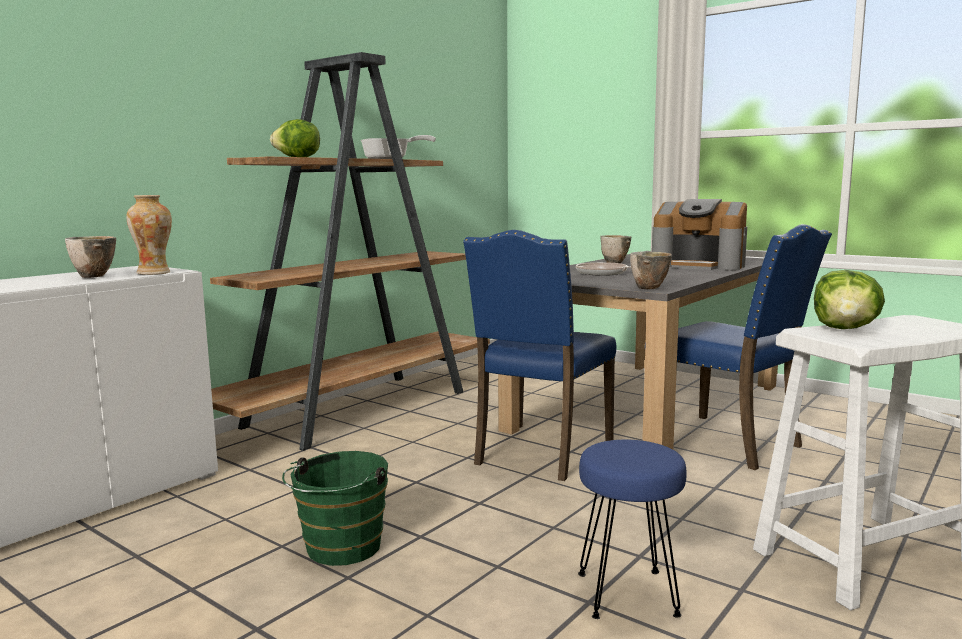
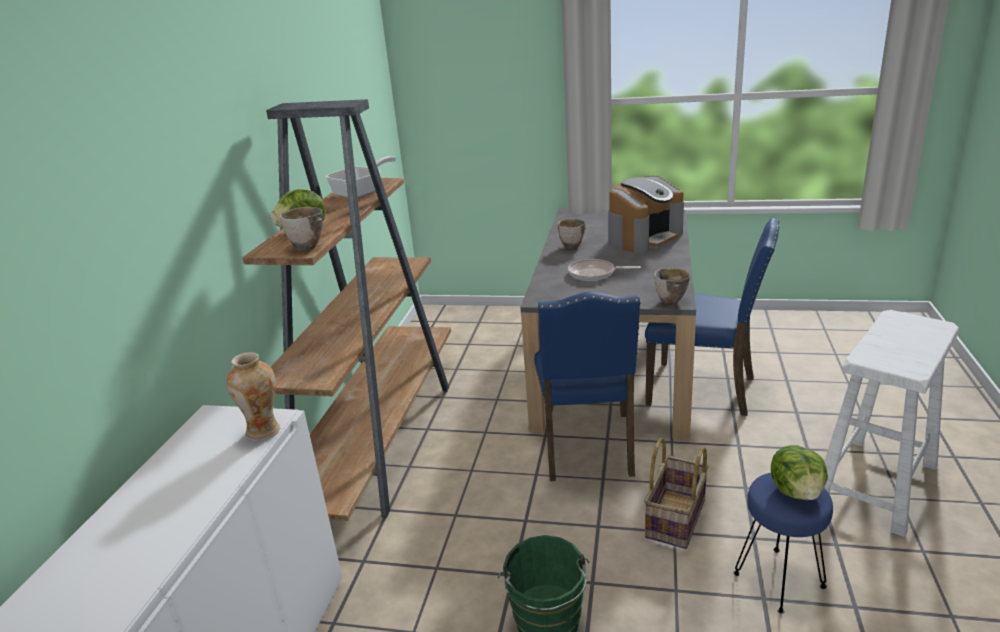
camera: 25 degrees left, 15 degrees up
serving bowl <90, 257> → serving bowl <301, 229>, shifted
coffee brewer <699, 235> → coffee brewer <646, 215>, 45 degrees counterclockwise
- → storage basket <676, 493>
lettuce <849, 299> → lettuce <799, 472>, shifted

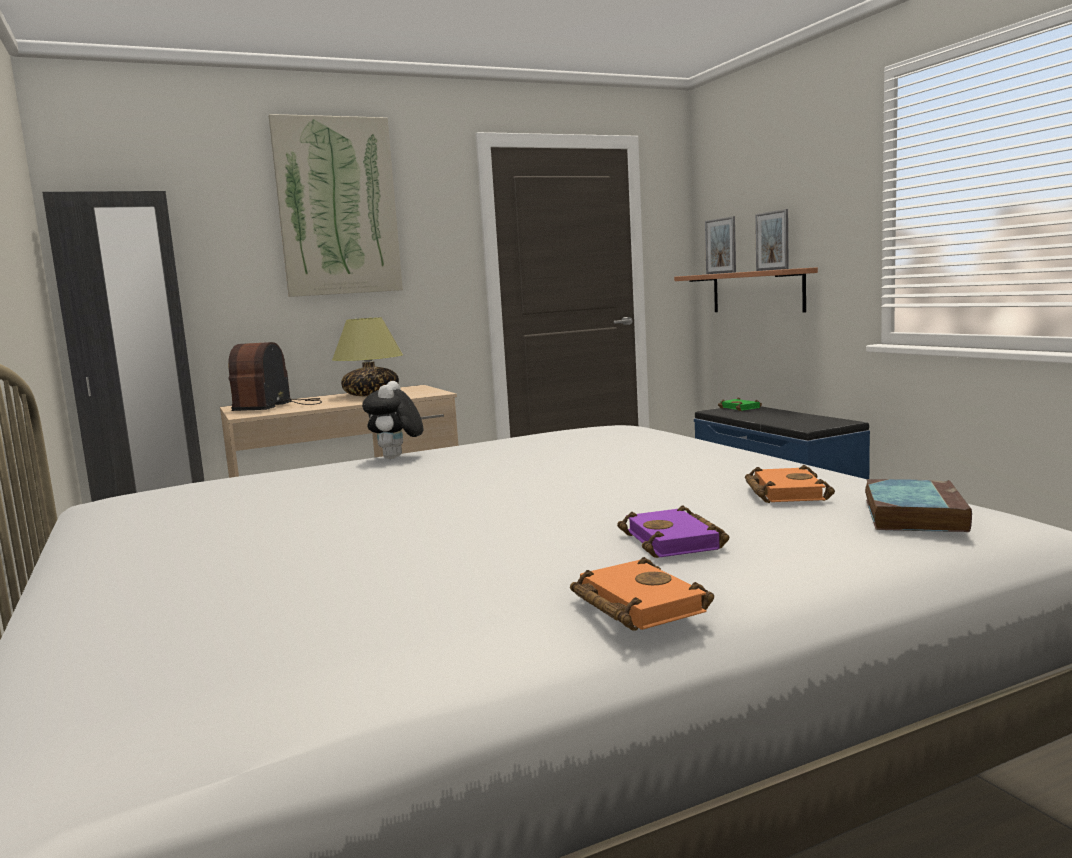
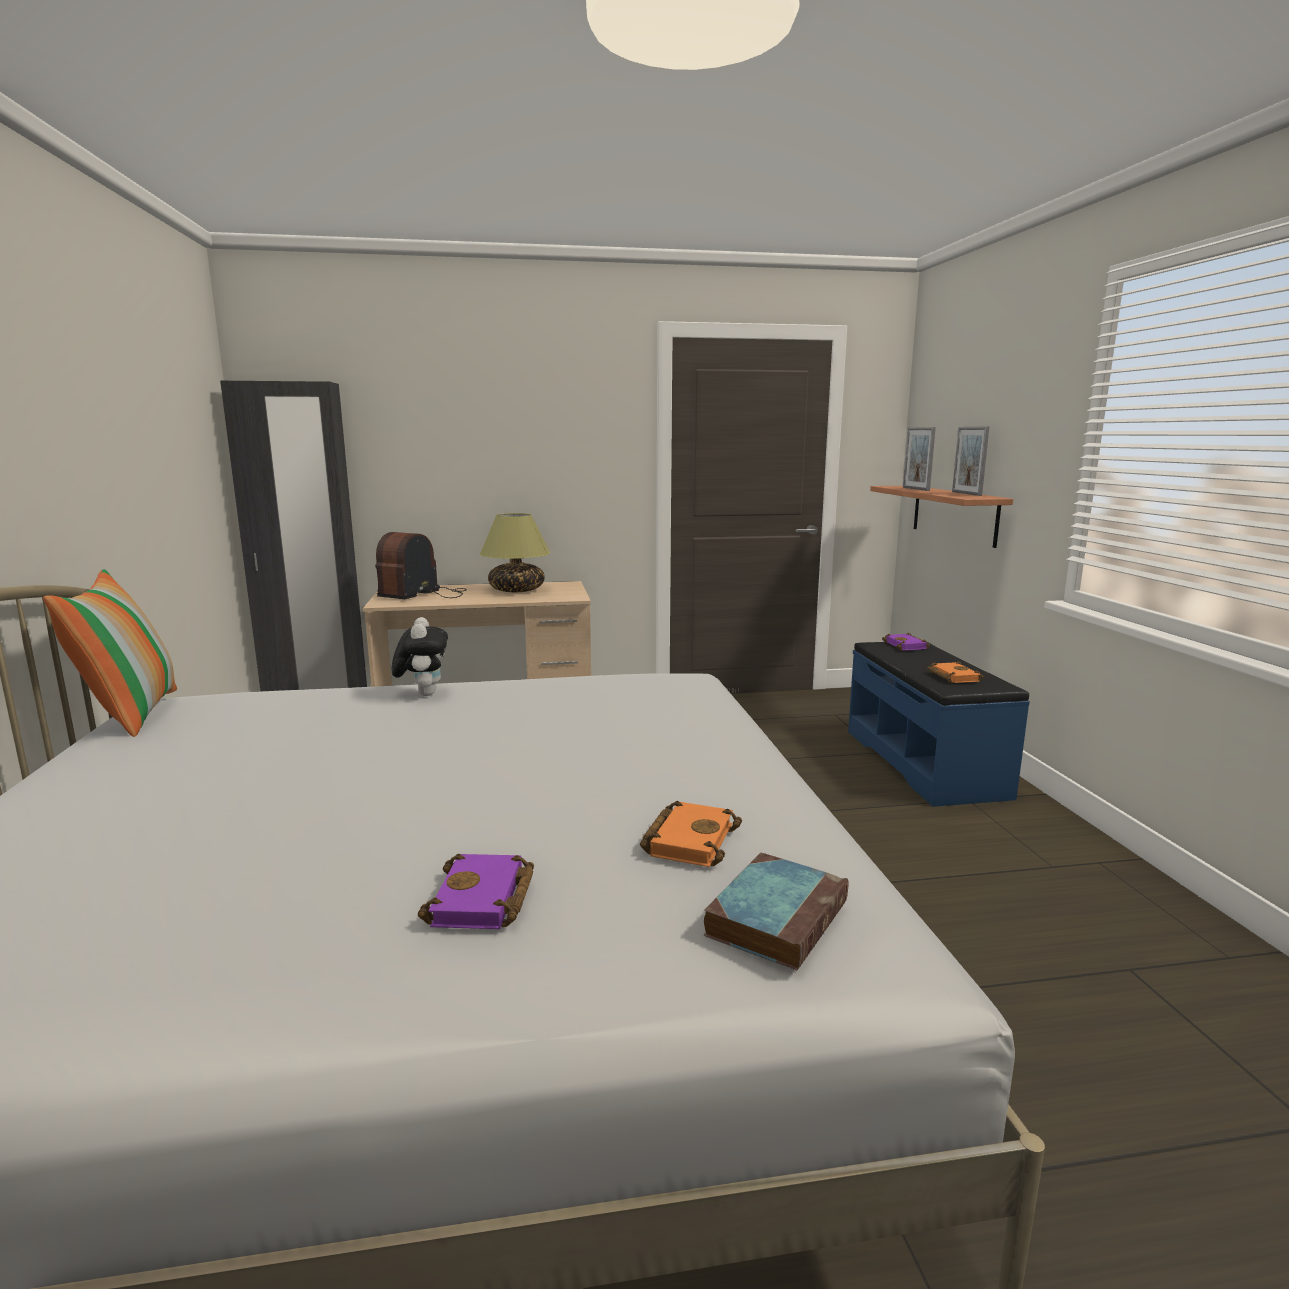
camera: 15 degrees right, 5 degrees up
- → pillow <110, 653>
plush toy <392, 420> → plush toy <420, 656>, 150 degrees clockwise
volume in green-coloured <740, 404> → volume in purplish <906, 642>
volume in orange <642, 593> → volume in orange <955, 672>, shifted
wall art <336, 205> → -

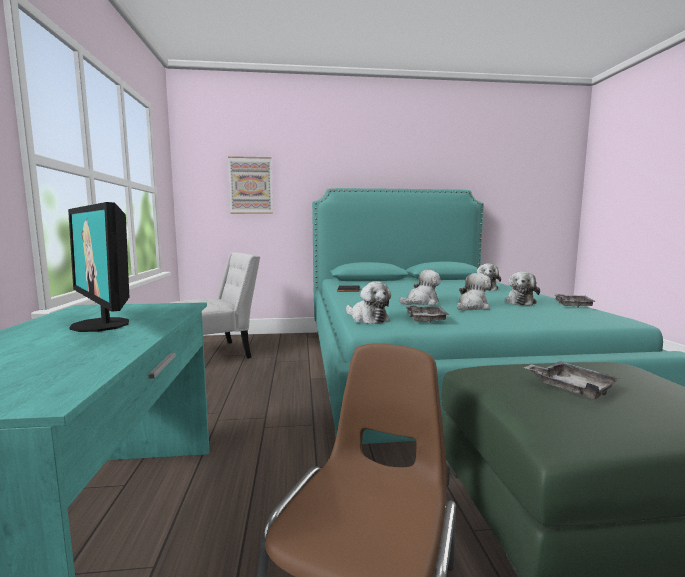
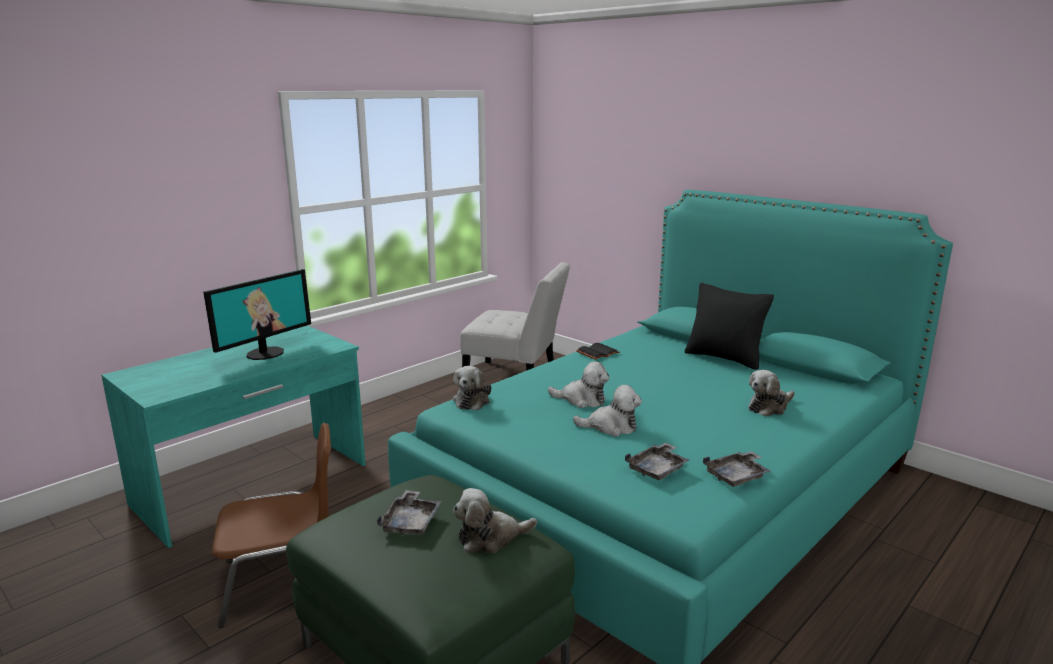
camera: 50 degrees right, 10 degrees up
computer display <98, 267> → computer display <257, 314>, 150 degrees counterclockwise
plush toy <522, 289> → plush toy <495, 520>, shifted
tray in gray <427, 314> → tray in gray <657, 461>, shifted
- → pillow in blackish <729, 326>
wall art <250, 185> → -

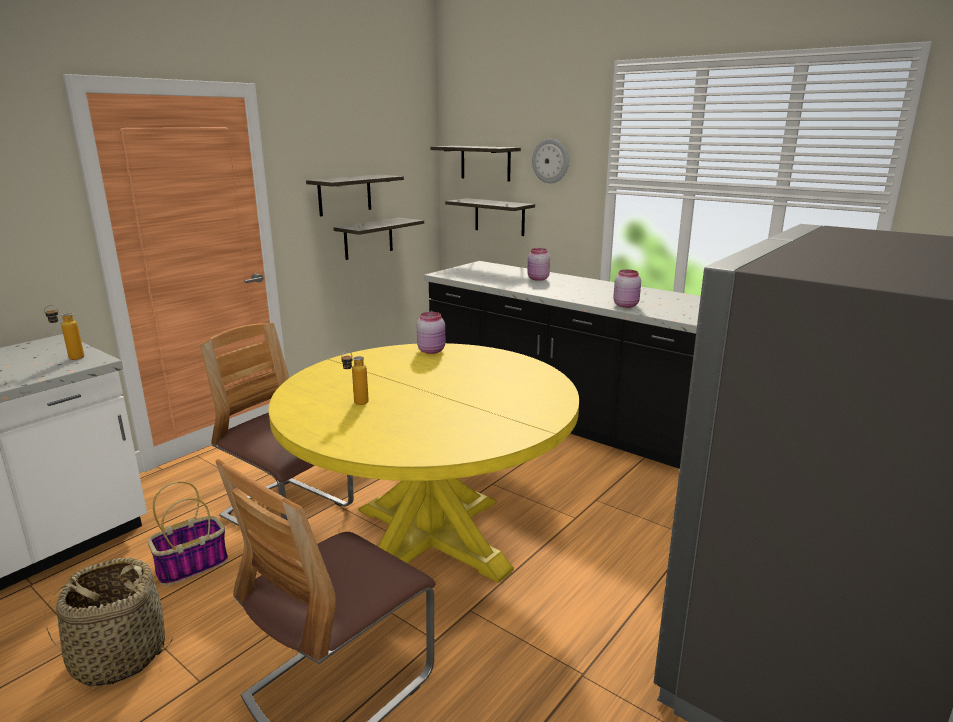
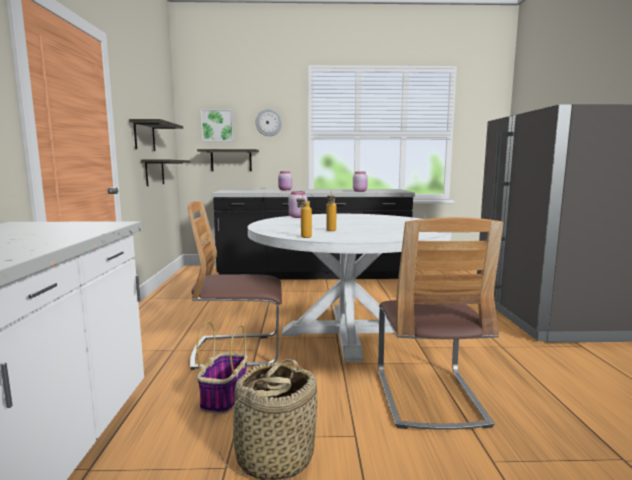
camera: 40 degrees left, 10 degrees down
shelf <475, 163> → wall art <217, 125>
dining table in yellow-coloured <424, 463> → dining table in whitish <349, 288>
drink bottle <64, 332> → drink bottle <304, 216>, shifted

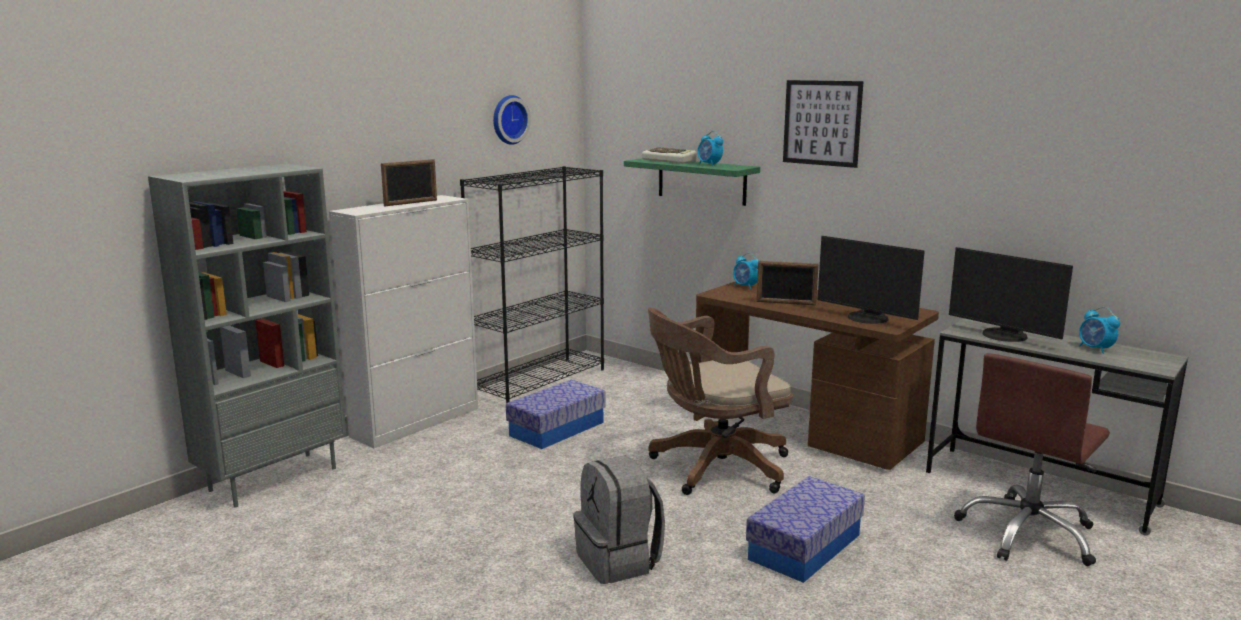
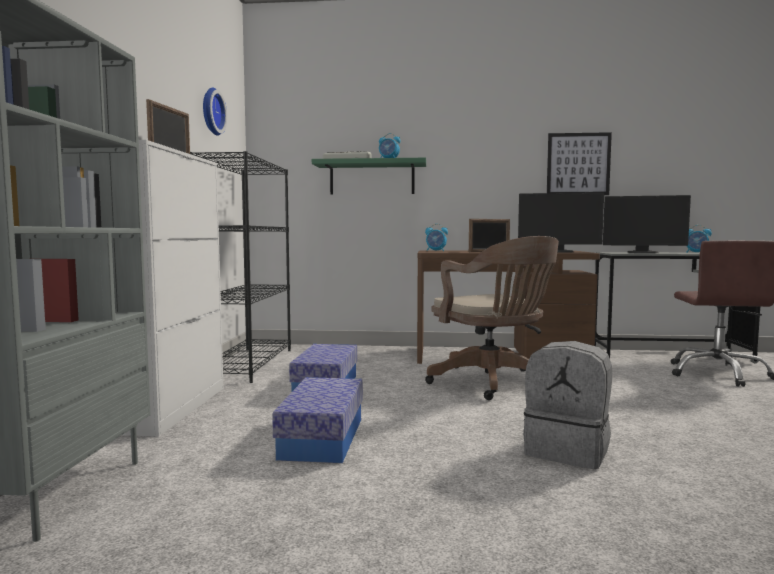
camera: 35 degrees left, 10 degrees down
storage container <805, 529> → storage container <317, 420>, shifted
desk chair in brown-coloured <720, 401> → desk chair in brown-coloured <492, 318>, 60 degrees counterclockwise
wall art <823, 124> → wall art <579, 163>, shifted

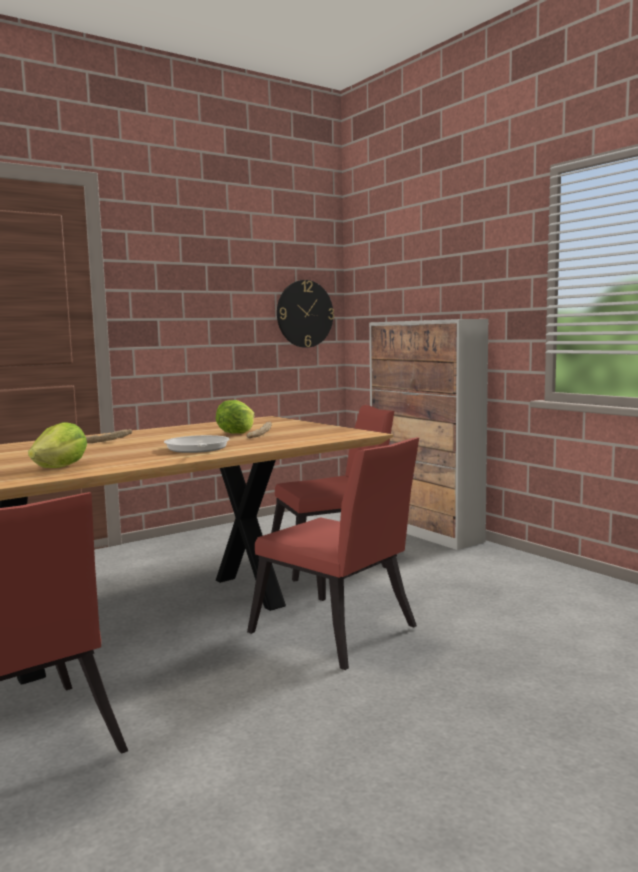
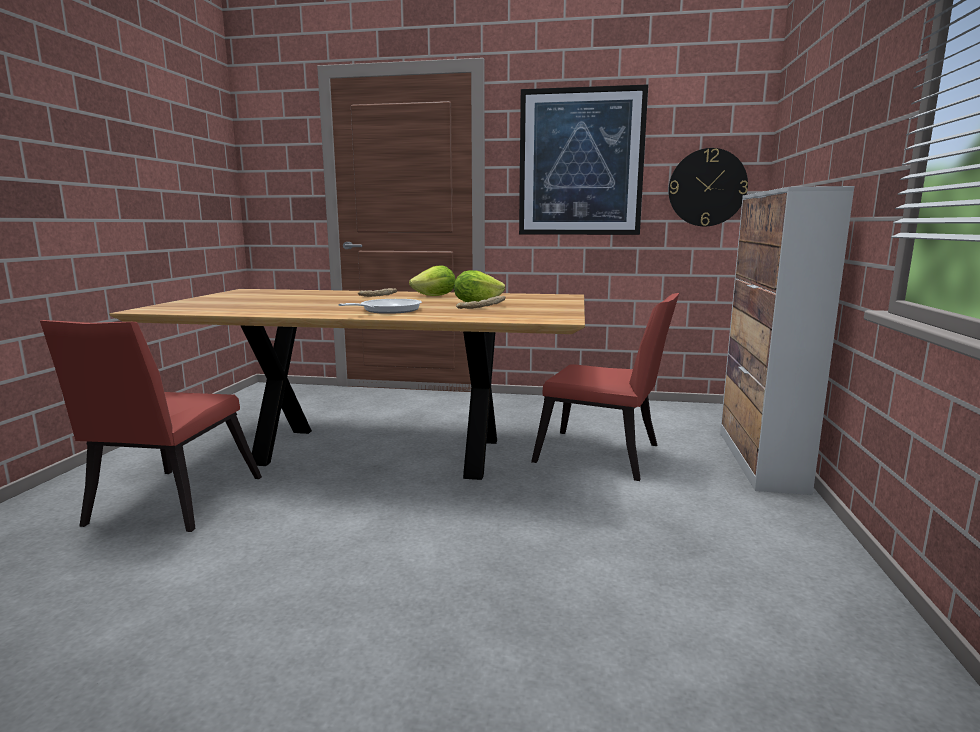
camera: 45 degrees right, 5 degrees up
lettuce <57, 445> → lettuce <432, 280>, shifted
- → wall art <583, 159>
plain chair in reddish <333, 553> → -

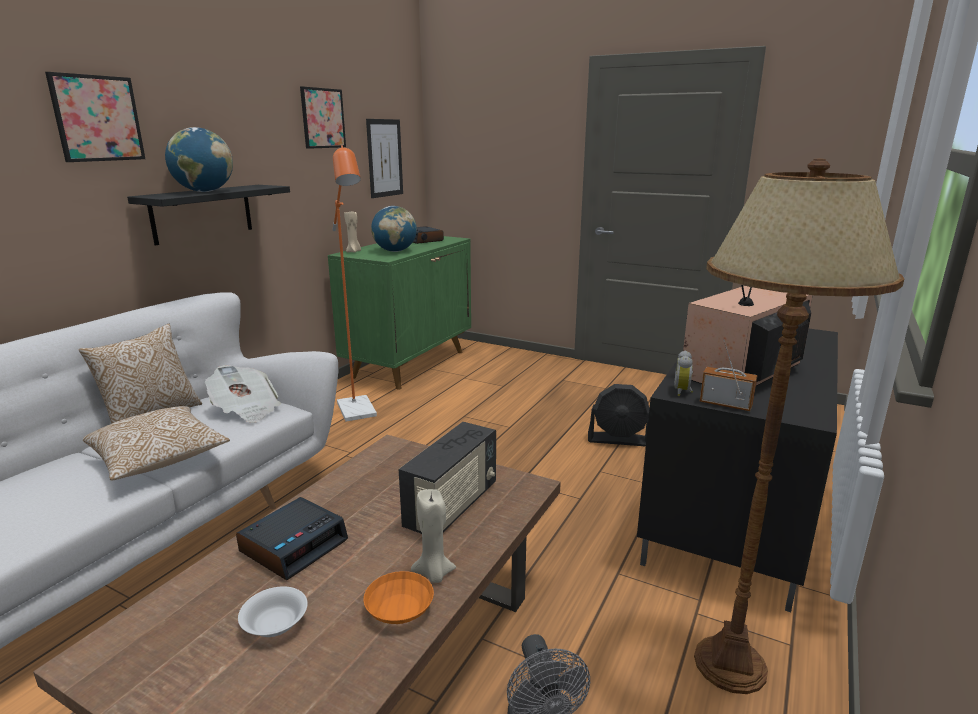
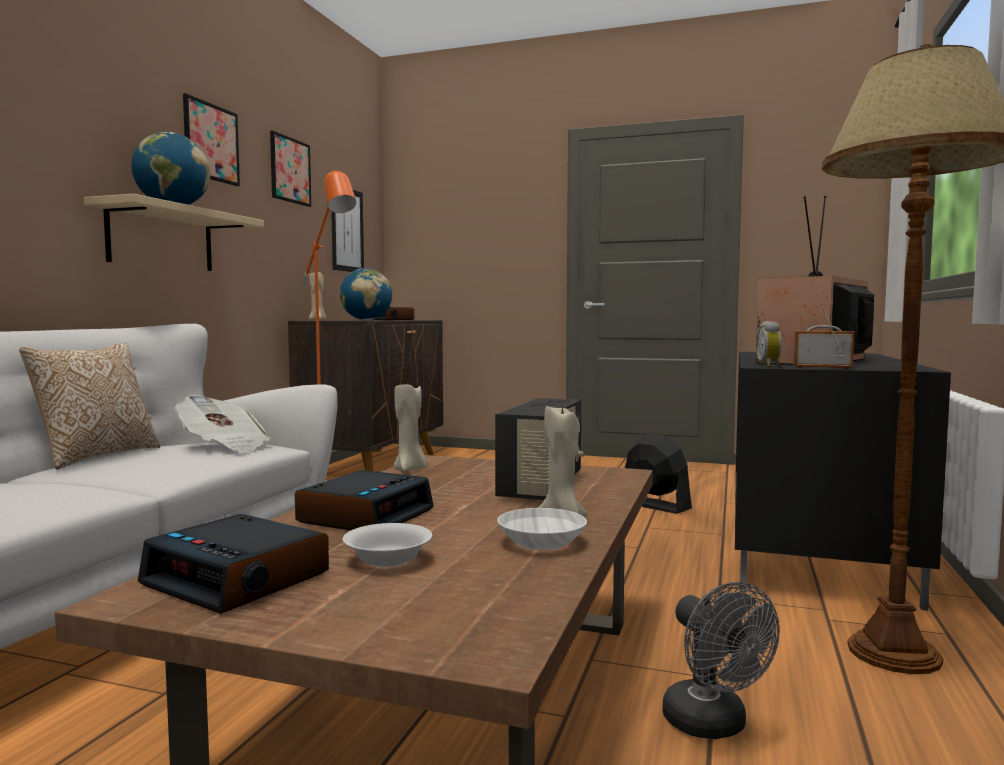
camera: 10 degrees left, 15 degrees down
shelf in blackish <208, 215> → shelf in sand-coloured <174, 232>
- → alarm clock <233, 564>
wall art <95, 117> → wall art <211, 139>, shifted
cabinet in green-coloured <399, 313> → cabinet in brown-coloured <365, 395>
- → candle in sand-coloured <410, 427>
serving bowl in orange <398, 597> → serving bowl in whitish <542, 529>
fan in blackish <619, 415> → fan in blackish <658, 473>, 135 degrees counterclockwise
pillow <156, 443> → -

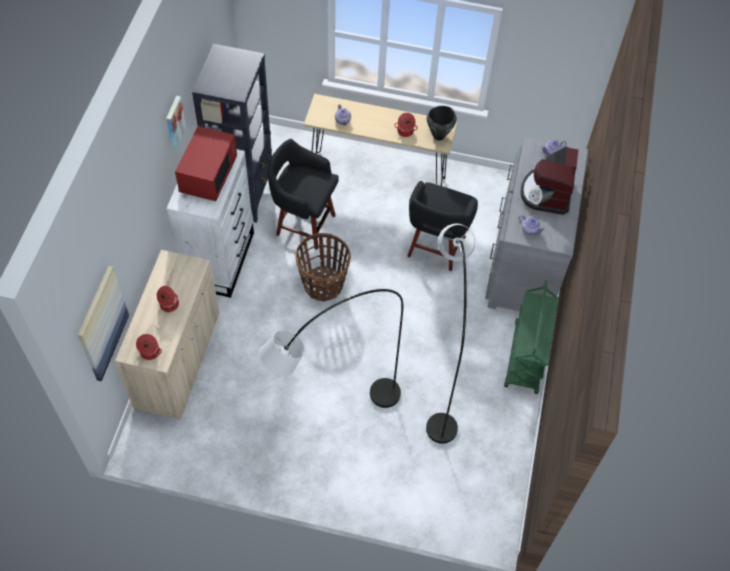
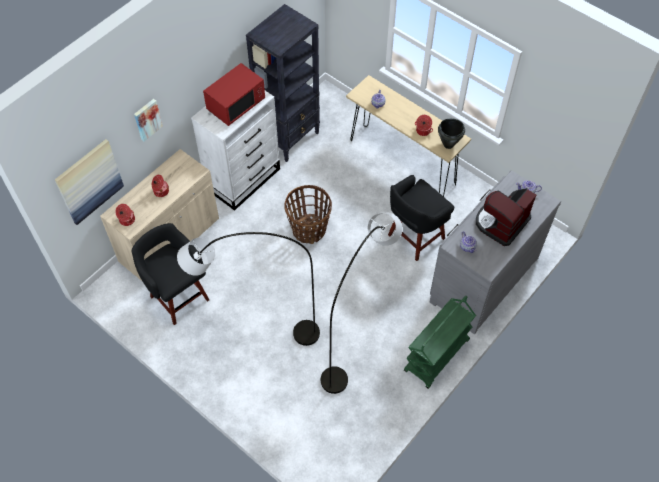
camera: 30 degrees right, 0 degrees up
stool seat in blackish <303, 194> → stool seat in blackish <170, 274>, shifted
wall art <176, 123> → wall art <148, 120>, shifted

